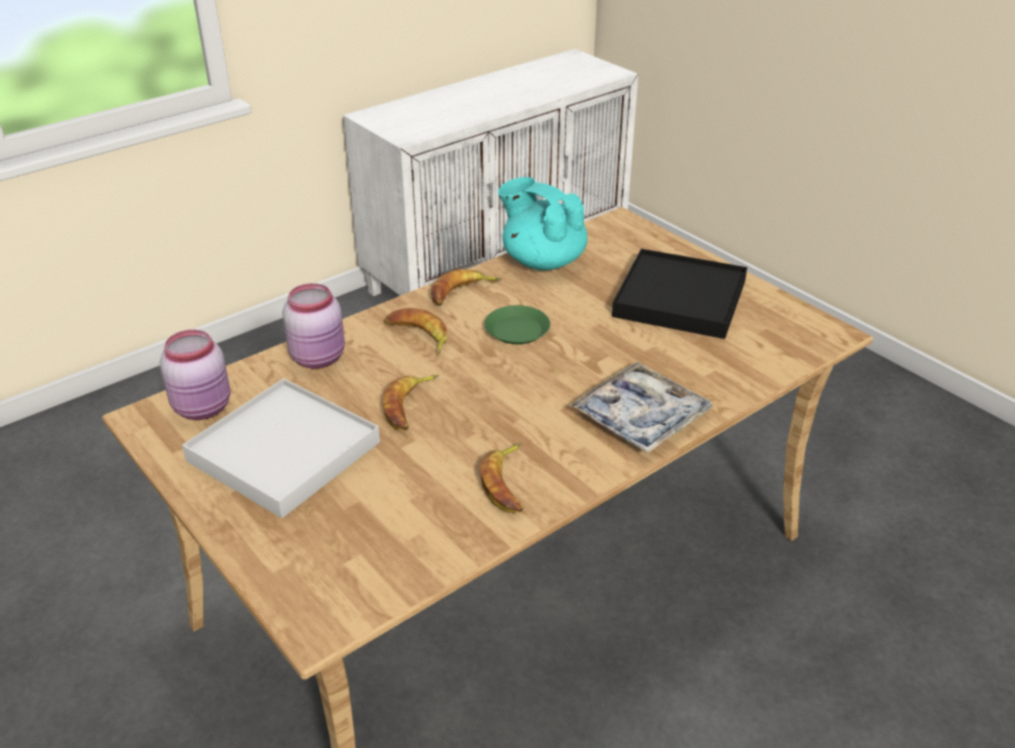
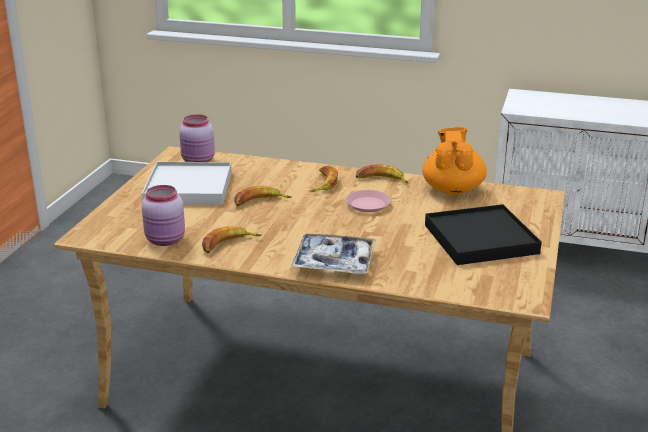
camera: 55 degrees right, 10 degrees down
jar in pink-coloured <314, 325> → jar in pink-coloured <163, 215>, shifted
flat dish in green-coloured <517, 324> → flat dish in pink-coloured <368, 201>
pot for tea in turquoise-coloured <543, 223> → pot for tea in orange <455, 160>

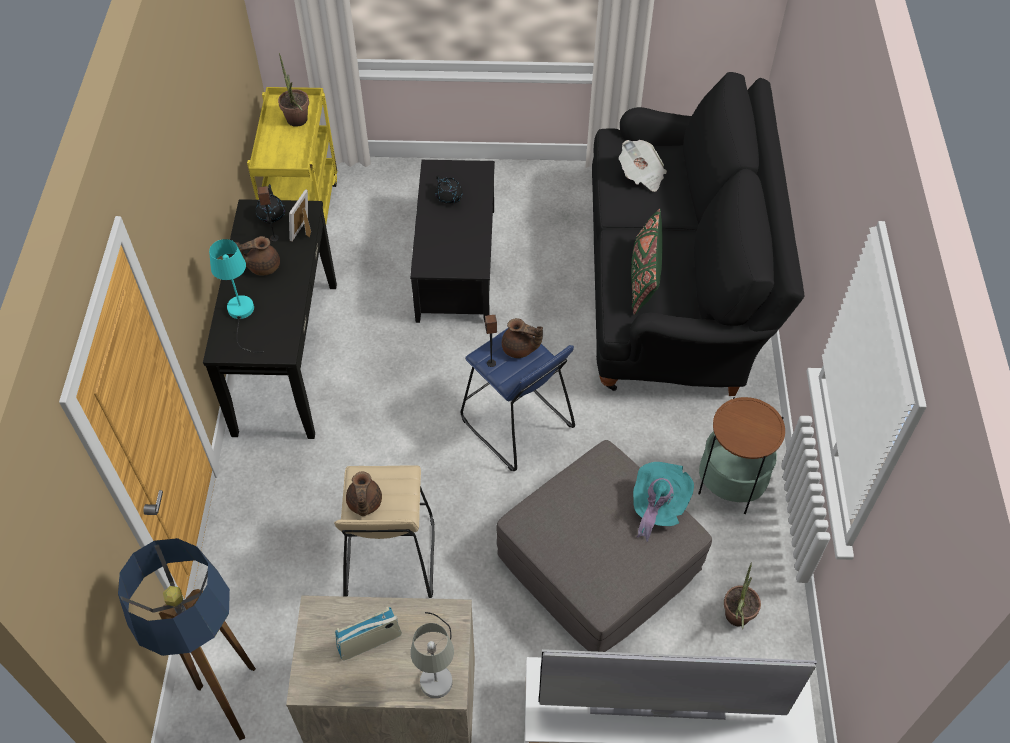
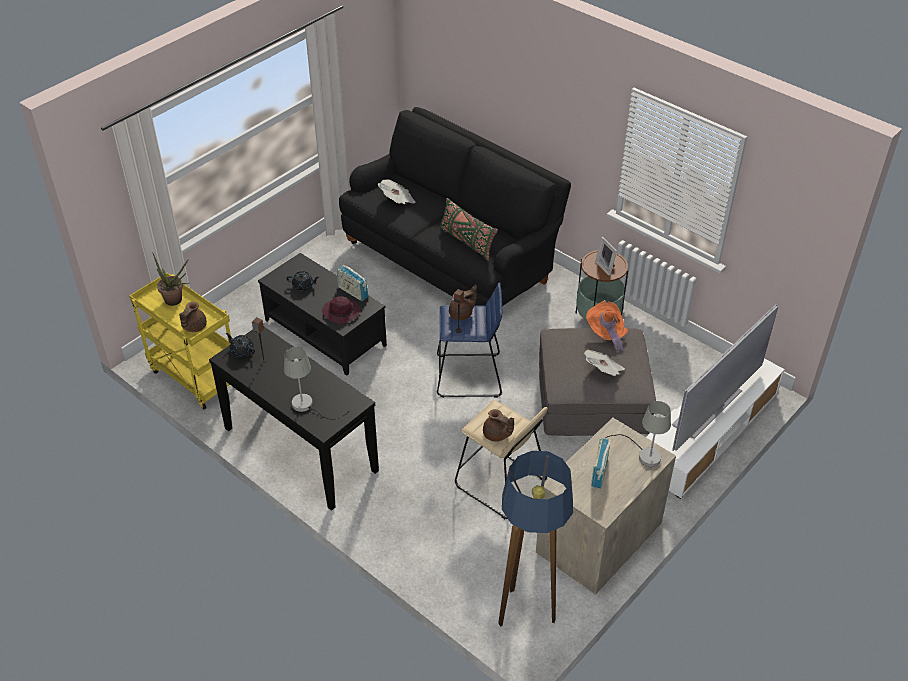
camera: 50 degrees left, 10 degrees down
pot for tea in brown-coloured <257, 256> → pot for tea in brown-coloured <193, 317>, shifted
tabletop lamp in turquoise-coloured <236, 296> → tabletop lamp in gray <316, 383>
- → wearable hat in purplish <341, 310>
- → radio set <353, 283>
- → printed paper <604, 363>
wearable hat in turquoise-coloured <663, 502> → wearable hat in orange <607, 326>
picture frame <300, 215> → picture frame <606, 256>, shifted
houseplant <742, 596> → -

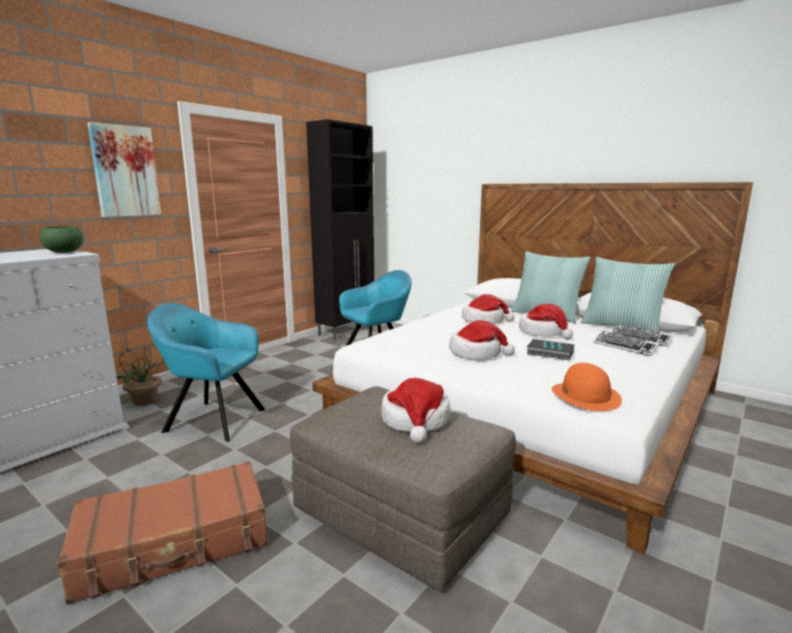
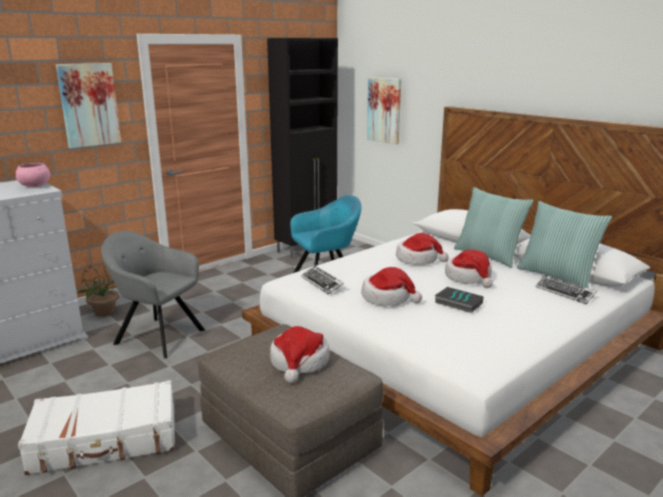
camera: 10 degrees right, 5 degrees up
serving bowl in green-coloured <61, 239> → serving bowl in pink-coloured <32, 175>
piece of luggage in brown-coloured <162, 533> → piece of luggage in whitish <96, 427>
armchair in turquoise-coloured <206, 372> → armchair in gray <153, 294>
computer keyboard <627, 343> → computer keyboard <322, 280>, shifted
- → wall art <384, 111>
wearable hat in orange <587, 387> → -

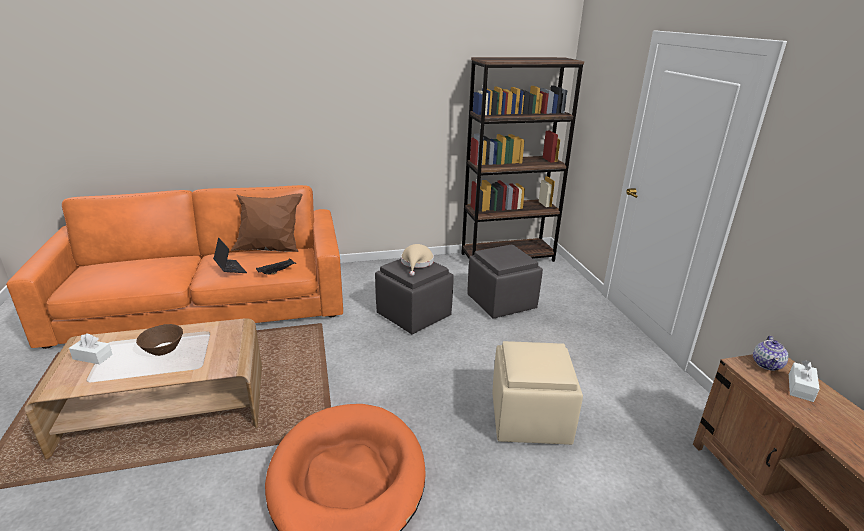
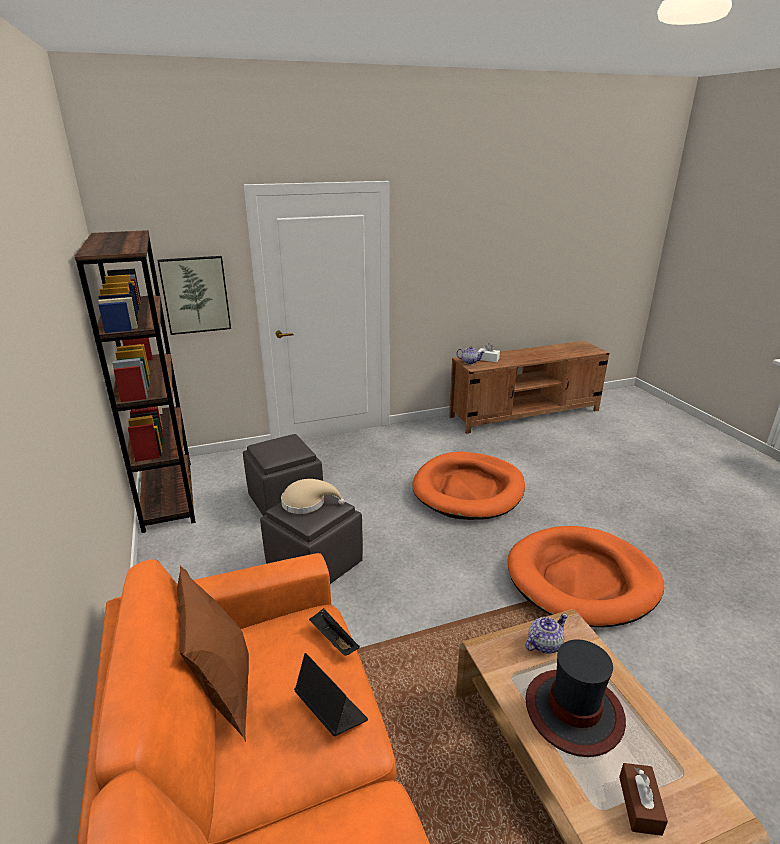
camera: 95 degrees left, 0 degrees up
- → wall art <194, 295>
notebook computer <230, 255> → notebook computer <331, 694>, 90 degrees clockwise
pouffe in sand-coloured <537, 393> → dog bed in orange <468, 486>
- → pot for tea <546, 633>
serving bowl in brown-coloured <159, 340> → wearable hat <575, 698>
box of tissues in whitish <91, 349> → box of tissues in brown-coloured <643, 799>

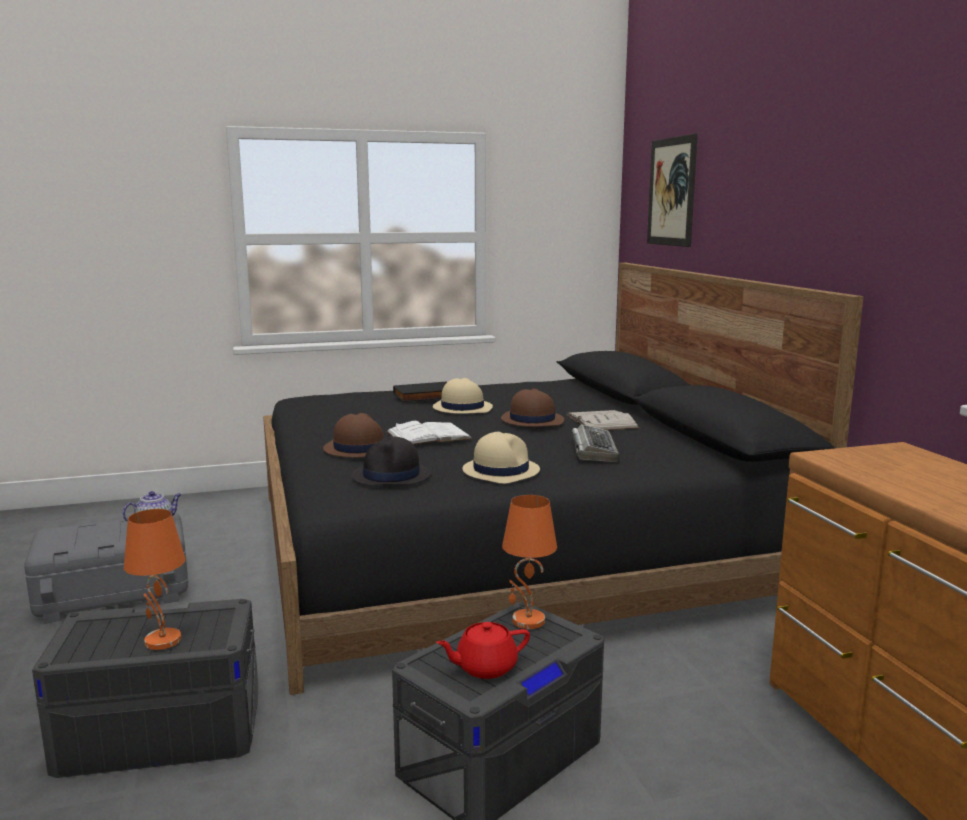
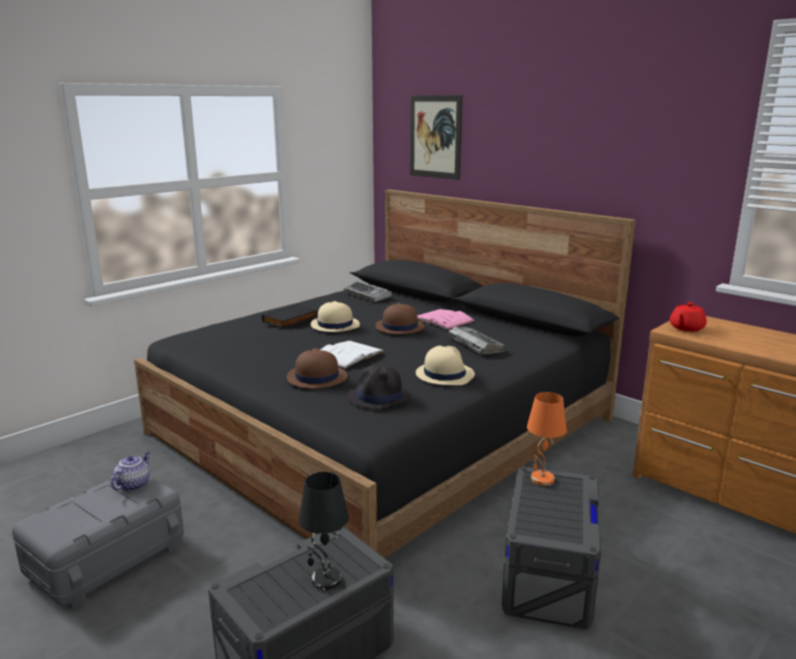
camera: 30 degrees left, 5 degrees up
tabletop lamp in orange <155, 579> → tabletop lamp in blackish <324, 531>
- → computer keyboard <368, 291>
volume in whitish <602, 420> → volume in pink-coloured <446, 319>
pot for tea in reddish <483, 650> → pot for tea in reddish <688, 317>, shifted

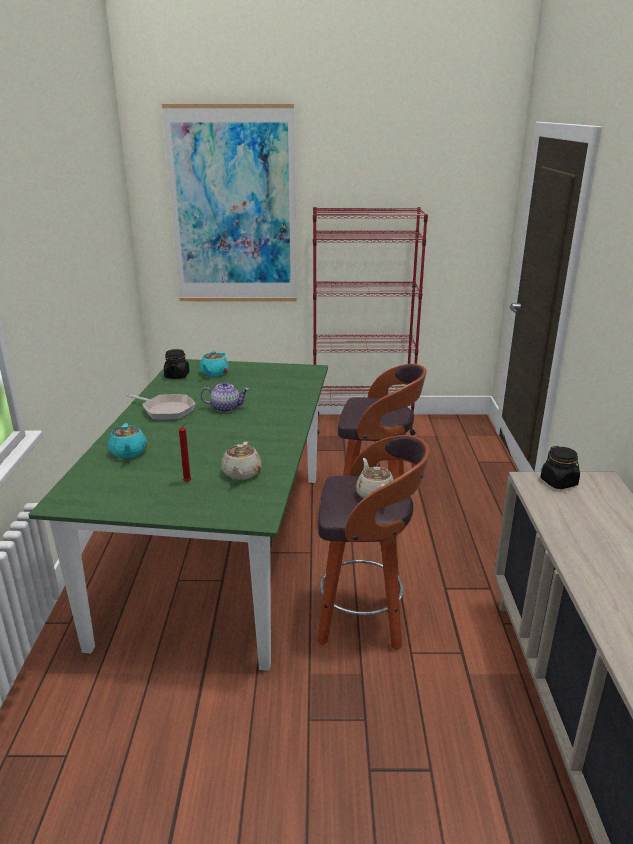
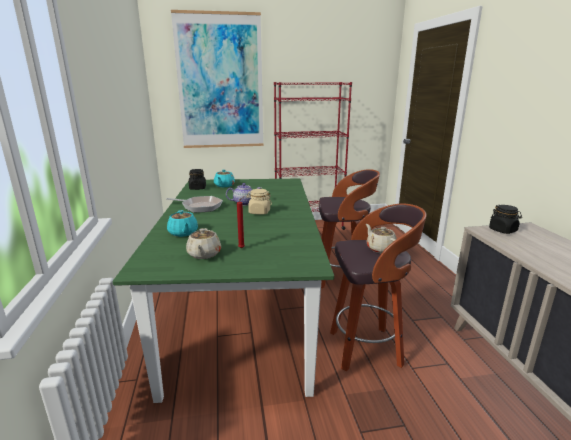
camera: 10 degrees left, 5 degrees down
pot for tea in sand-coloured <241, 461> → pot for tea in sand-coloured <203, 243>, shifted
- → jar in sand-coloured <259, 202>

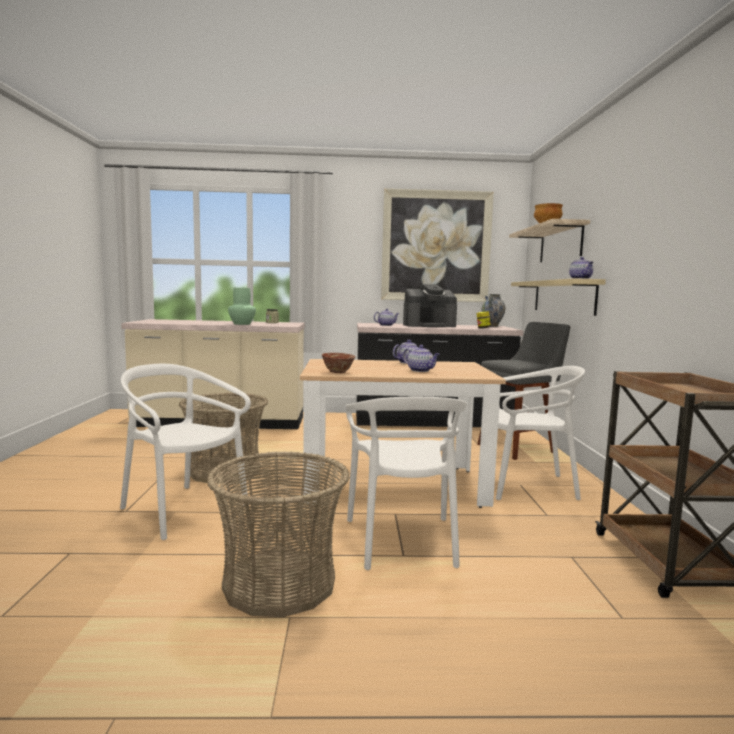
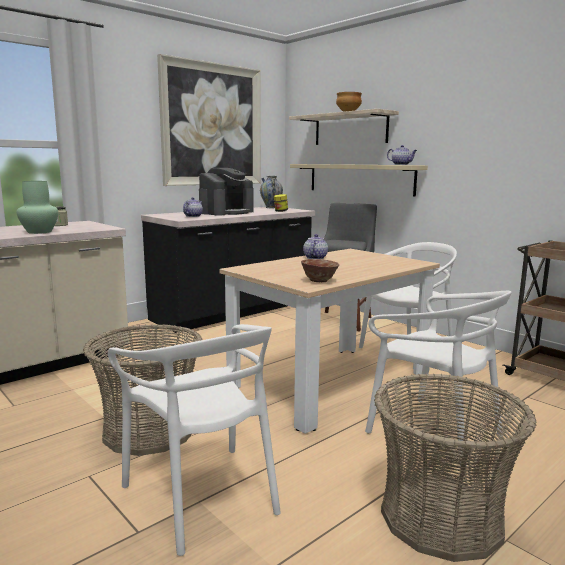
camera: 40 degrees left, 5 degrees up
plain chair in whitish <185, 452> → plain chair in whitish <194, 440>, 120 degrees counterclockwise
pot for tea <421, 358> → -

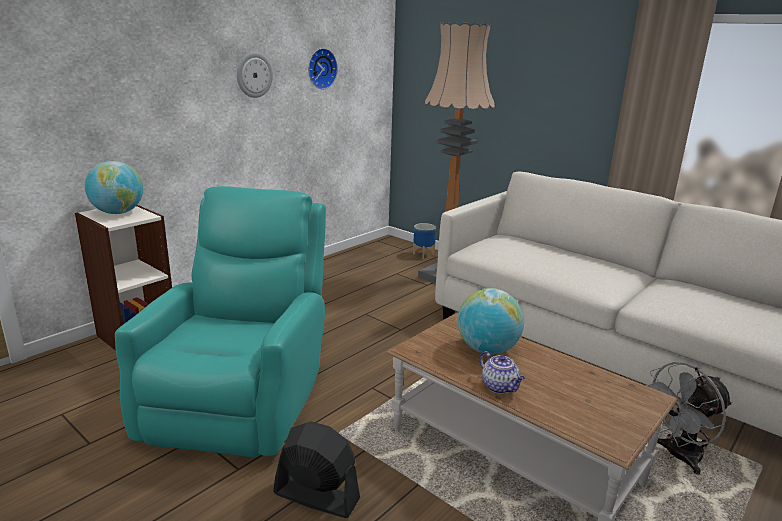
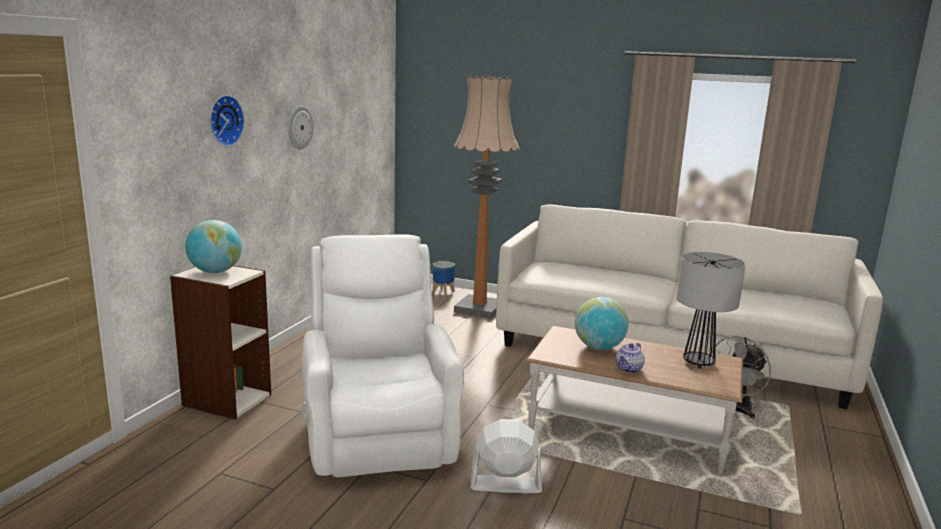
camera: 20 degrees left, 5 degrees down
clock on the wall <323, 69> → clock on the wall <227, 121>, shifted
armchair in turquoise-coloured <220, 321> → armchair in whitish <382, 355>
fan in blackish <316, 469> → fan in whitish <506, 456>
pot for tea <502, 372> → pot for tea <630, 358>, 90 degrees clockwise
- → tabletop lamp <711, 310>

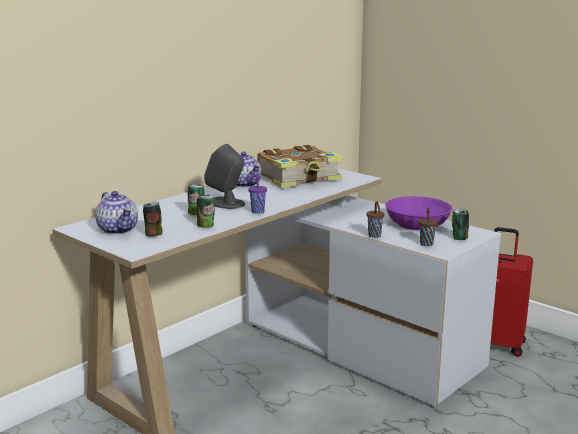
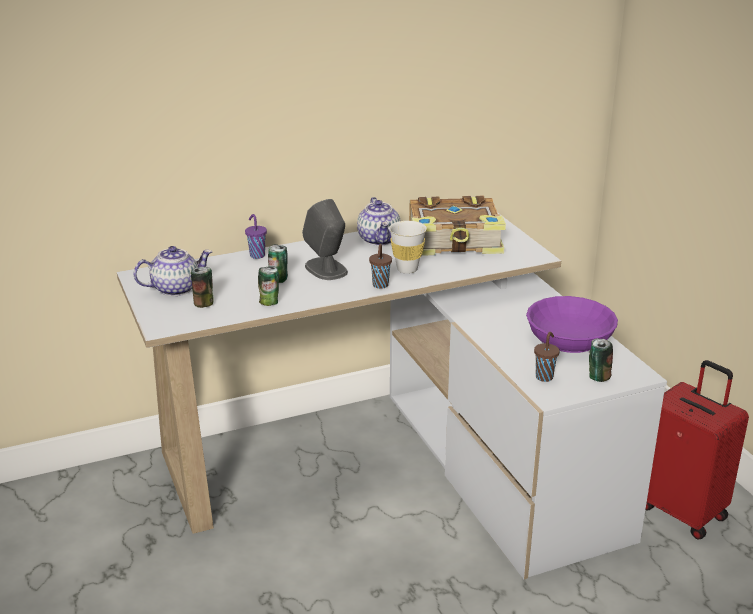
camera: 25 degrees right, 10 degrees up
pot for tea <116, 213> → pot for tea <173, 271>, 105 degrees counterclockwise
small cup in purplish <257, 194> → small cup in purplish <256, 236>, shifted
small cup in brown-coloured <375, 219> → small cup in brown-coloured <380, 266>, shifted
- → small cup in whitish <408, 247>

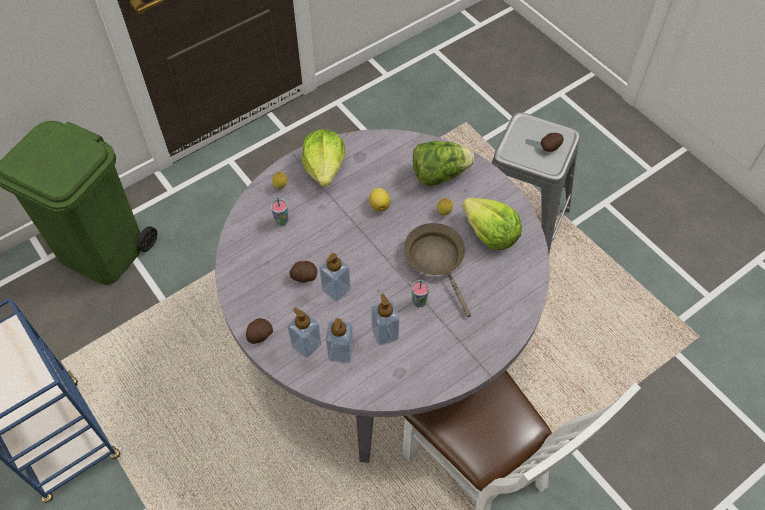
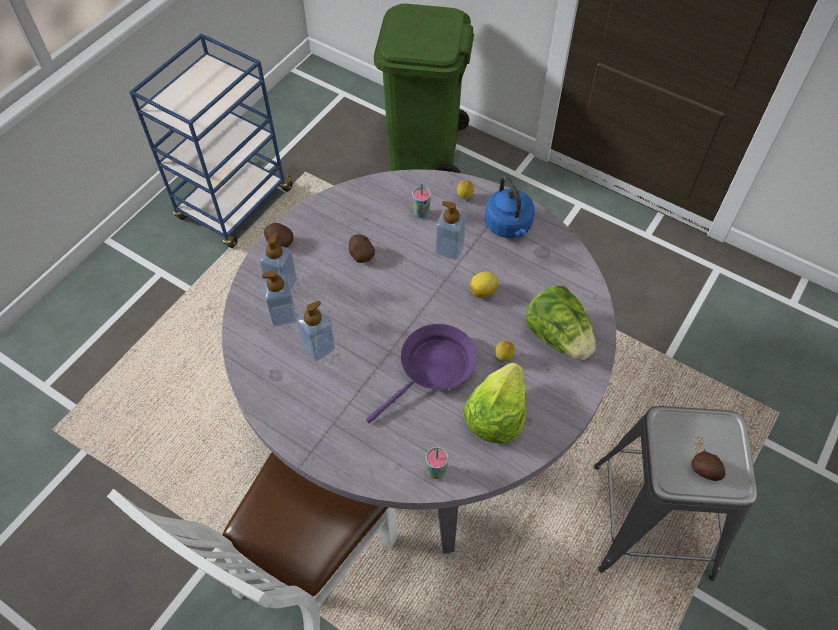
camera: 70 degrees right, 0 degrees up
skillet in brown-coloured <437, 270> → skillet in purplish <421, 373>
small cup <420, 294> → small cup <437, 463>, shifted
soap bottle <335, 277> → soap bottle <451, 230>, shifted
lettuce <323, 158> → water kettle in blue <510, 207>

